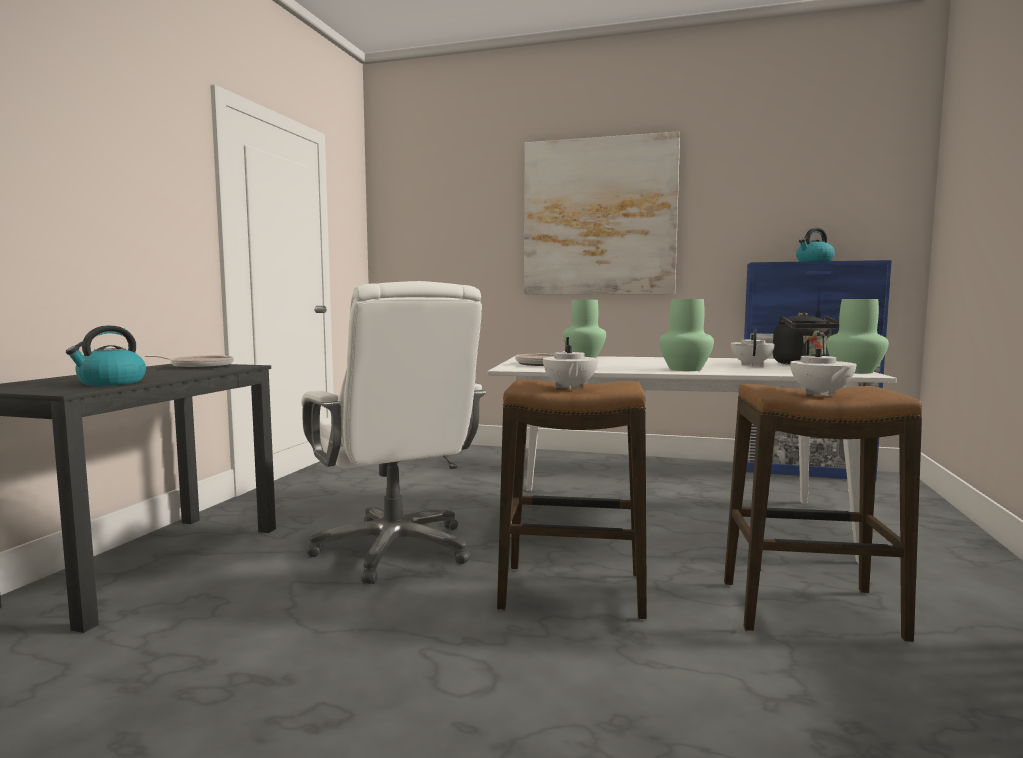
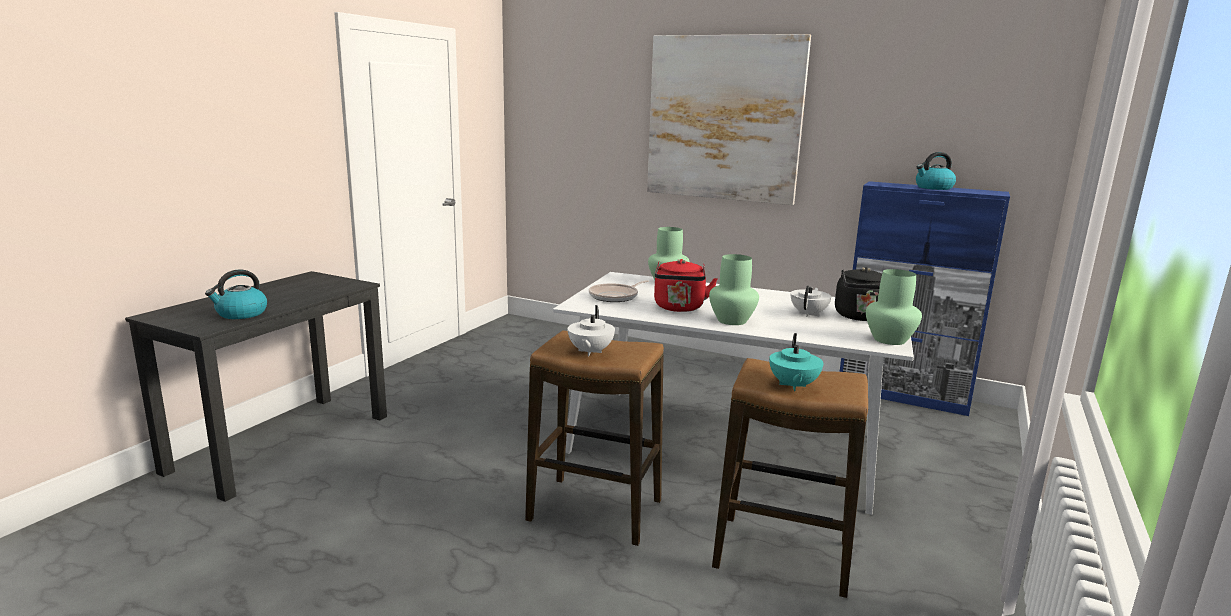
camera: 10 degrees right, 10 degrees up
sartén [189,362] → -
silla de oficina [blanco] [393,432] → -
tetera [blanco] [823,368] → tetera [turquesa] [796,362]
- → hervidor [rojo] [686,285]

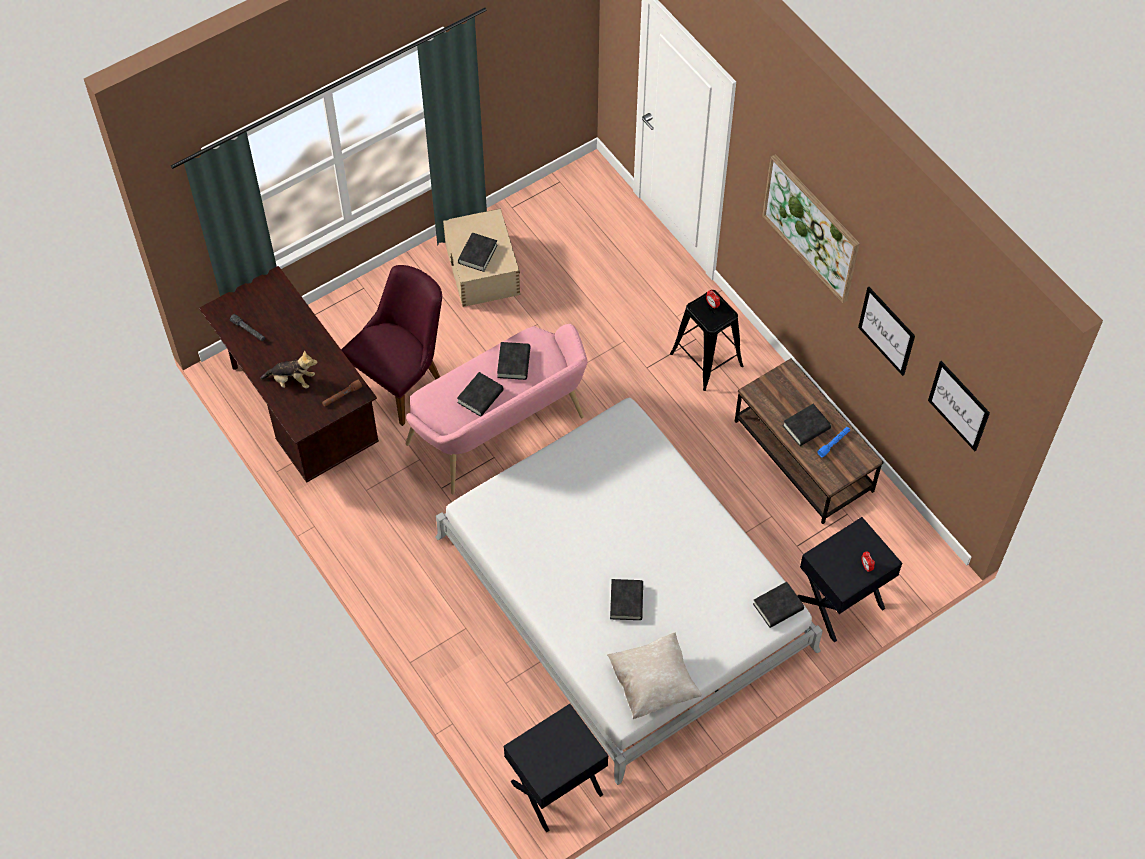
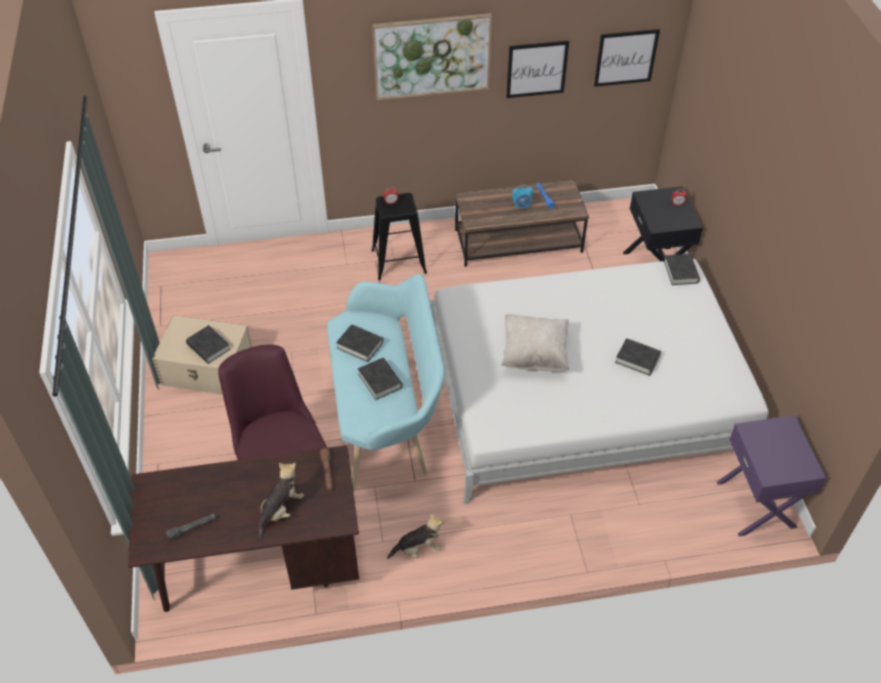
camera: 65 degrees left, 10 degrees down
banco [rosa] [496,409] → banco [turquesa] [386,382]
mesita de noche [negro] [556,768] → mesita de noche [morado] [771,475]
cojín [beis] [654,675] → cojín [beis] [534,342], move
libro [negro] [807,425] → despertador [522,197]
- → peluche [416,536]

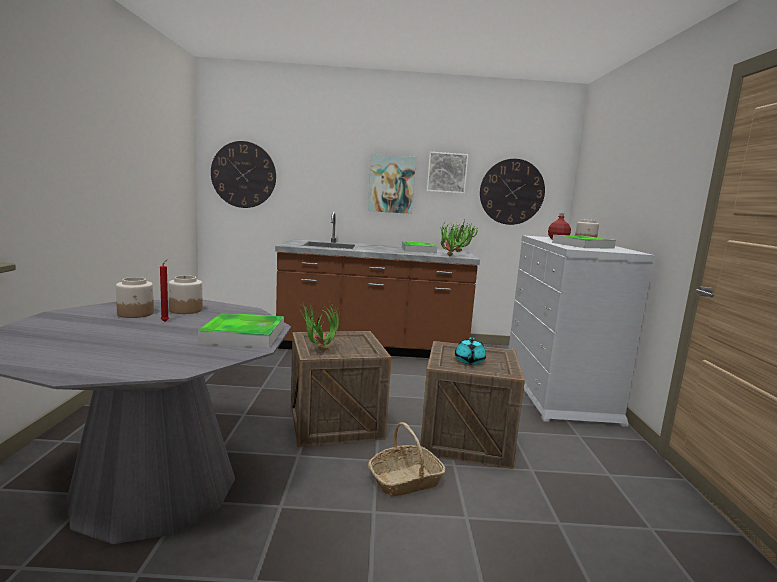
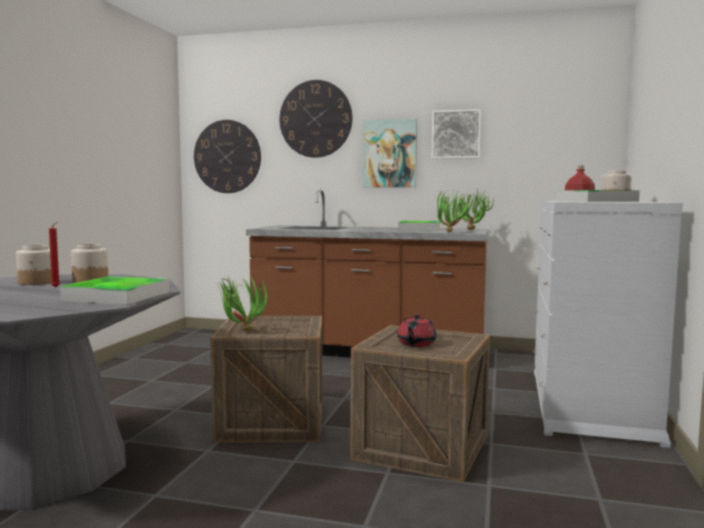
camera: 15 degrees right, 5 degrees down
cesta [406,459] → -
tetera [turquesa] [470,351] → tetera [rojo] [417,330]
reloj de pared [512,192] → reloj de pared [315,119], move

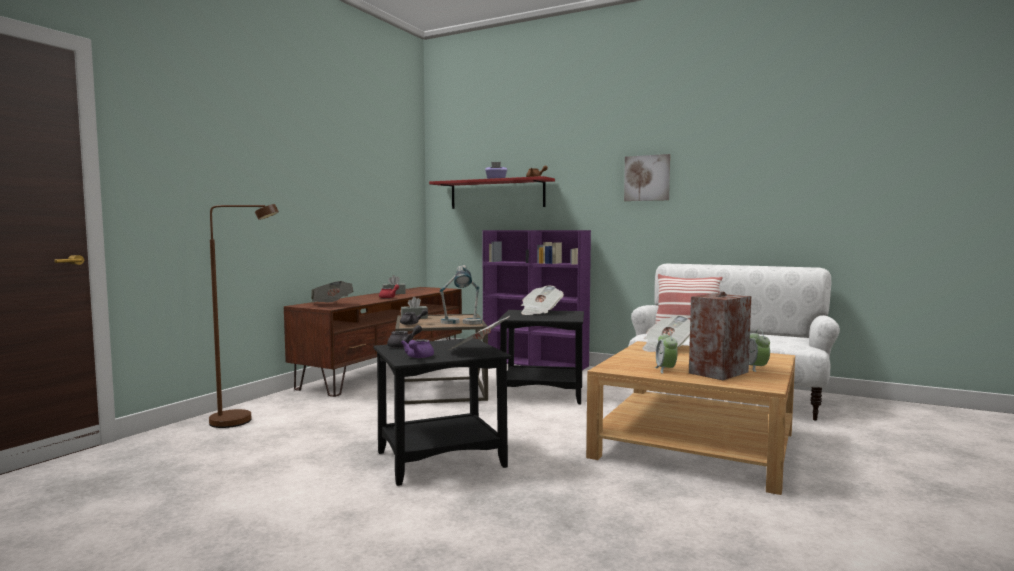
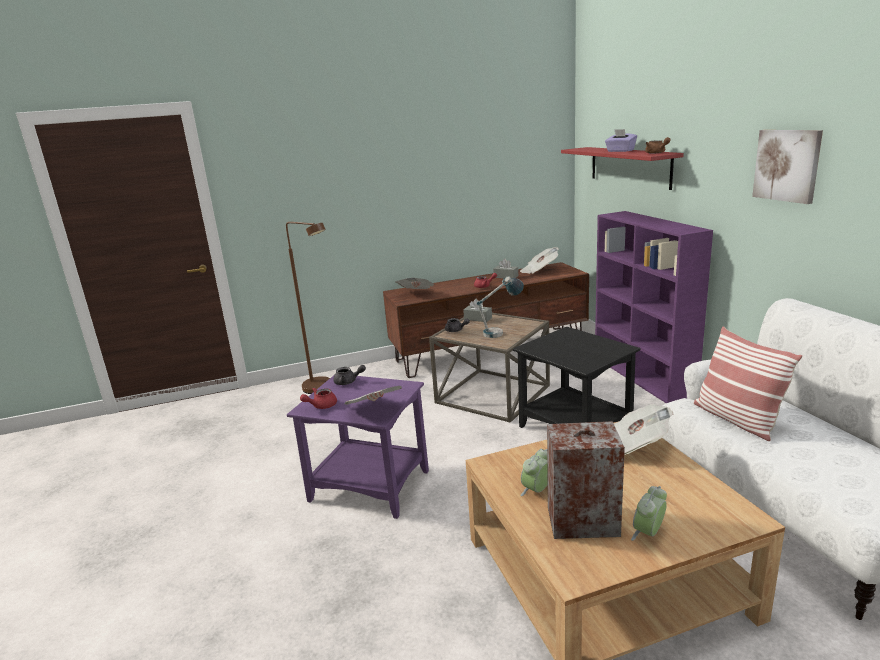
camera: 45 degrees right, 15 degrees up
mesa auxiliar [negro] [442,412] → mesa auxiliar [morado] [358,447]
tetera [morado] [417,348] → tetera [rojo] [318,398]
lámpara de mesa [468,295] → -
periódico [542,300] → periódico [539,260], move

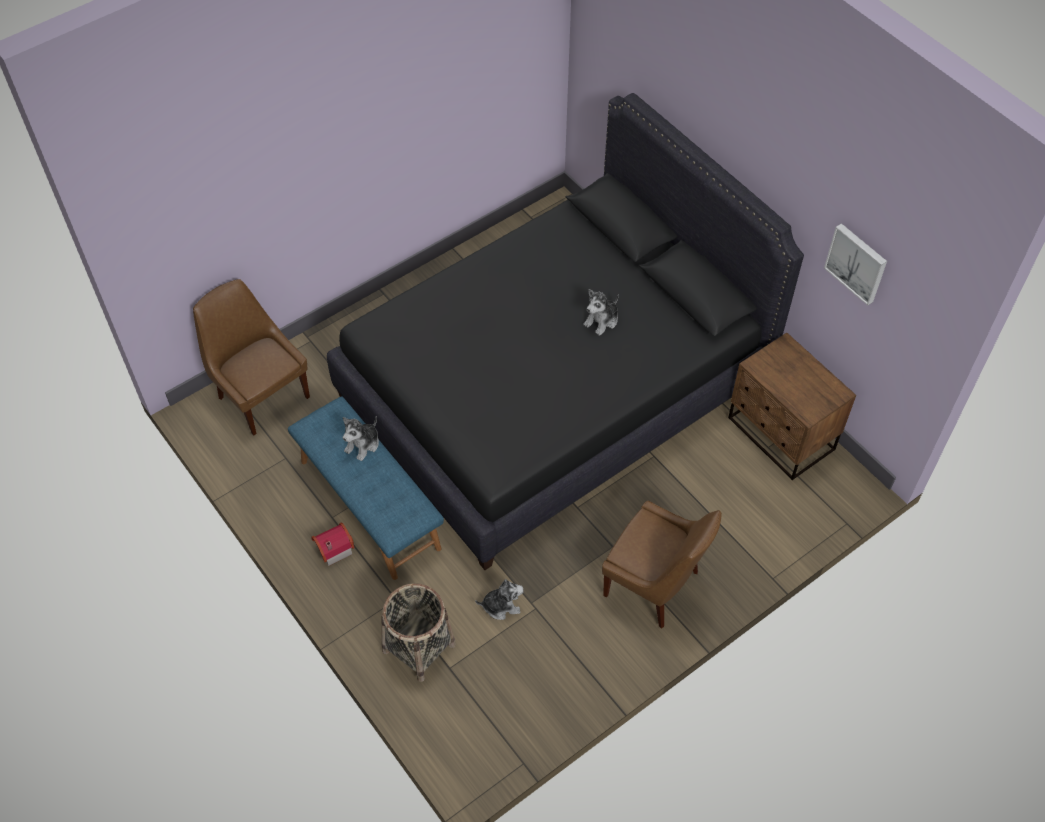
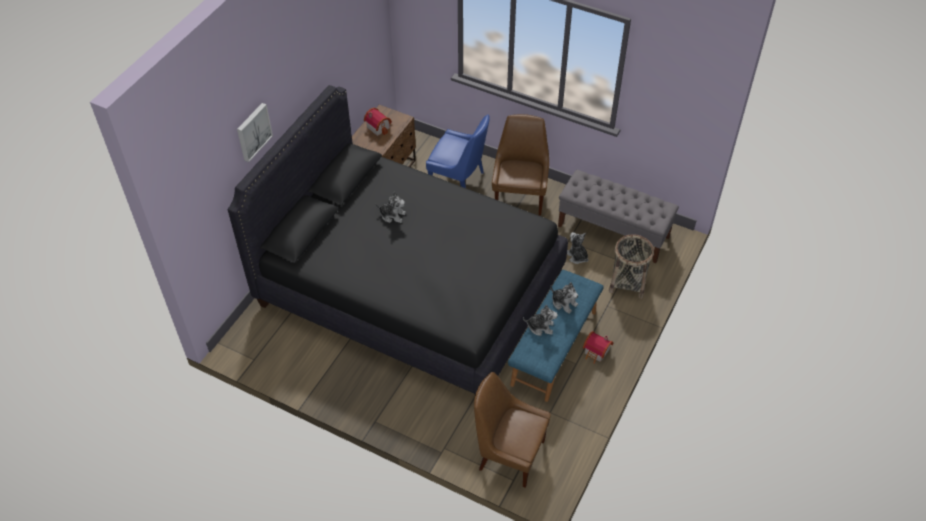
camera: 115 degrees left, 5 degrees down
silla [marrón] [251,357] → silla [marrón] [512,430], 90 degrees clockwise
cuadro [855,264] → cuadro [255,132], move
- → casita [378,122]
- → silla [azul] [458,151]
- → peluche [564,298]
- → banco [gris] [618,216]

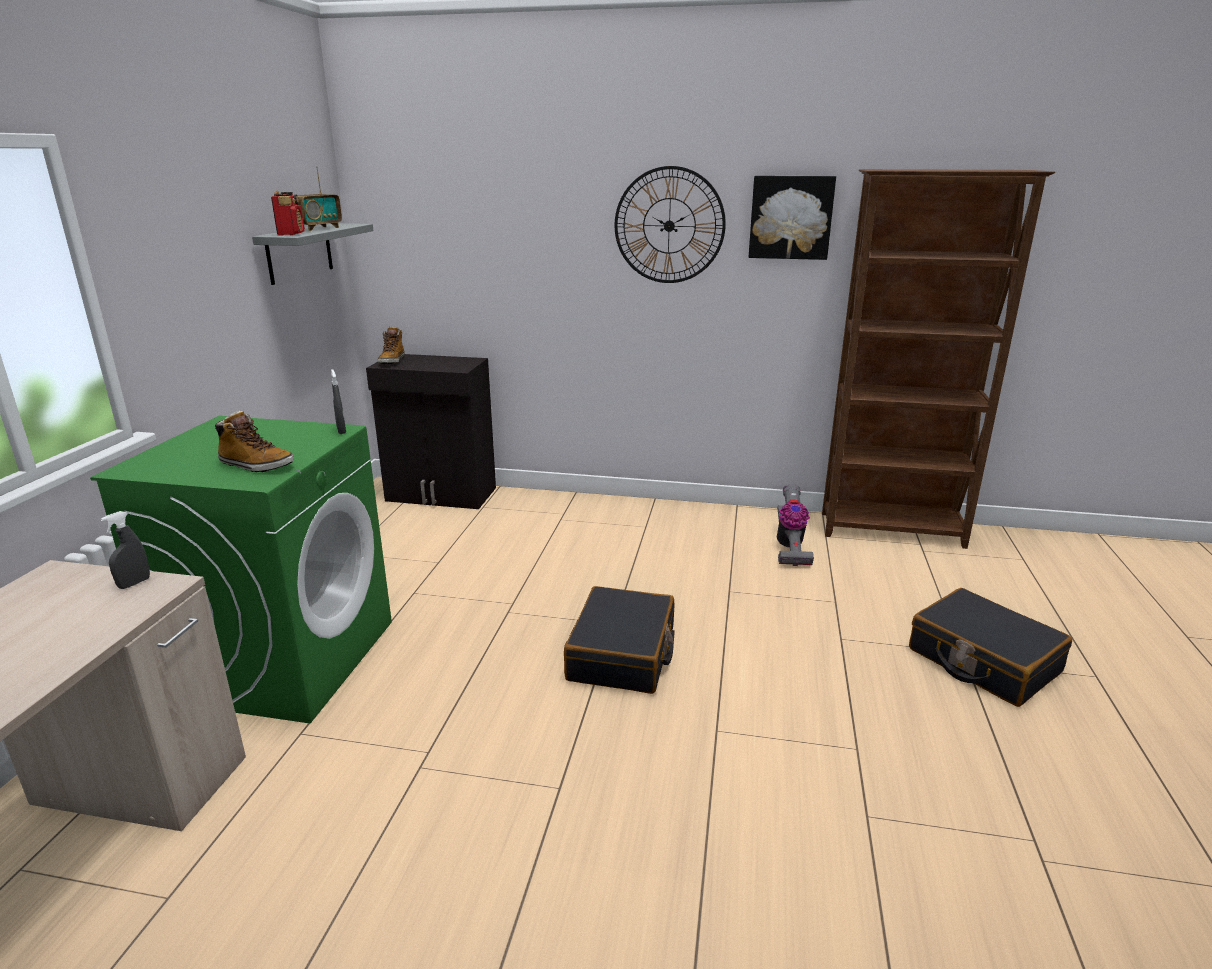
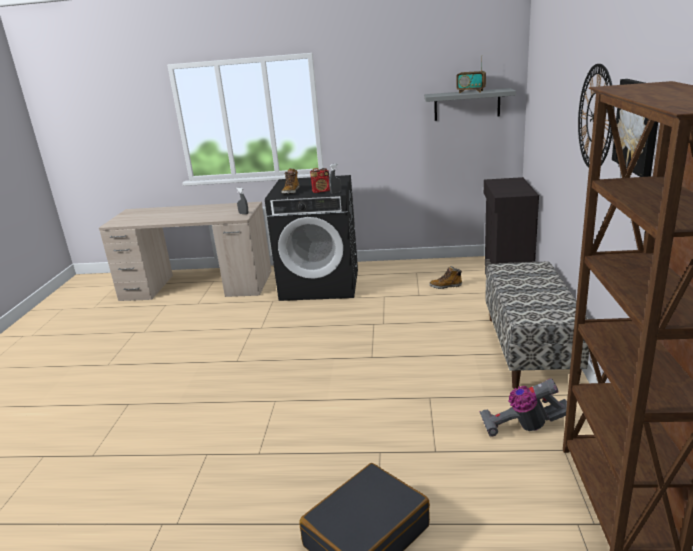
camera: 85 degrees right, 0 degrees up
lavadora [verde] [241,569] → lavadora [negro] [311,238]
radio [288,213] → radio [320,180], move
bota [391,345] → bota [446,277], move
maleta [negro] [619,640] → -
- → banco [537,325]

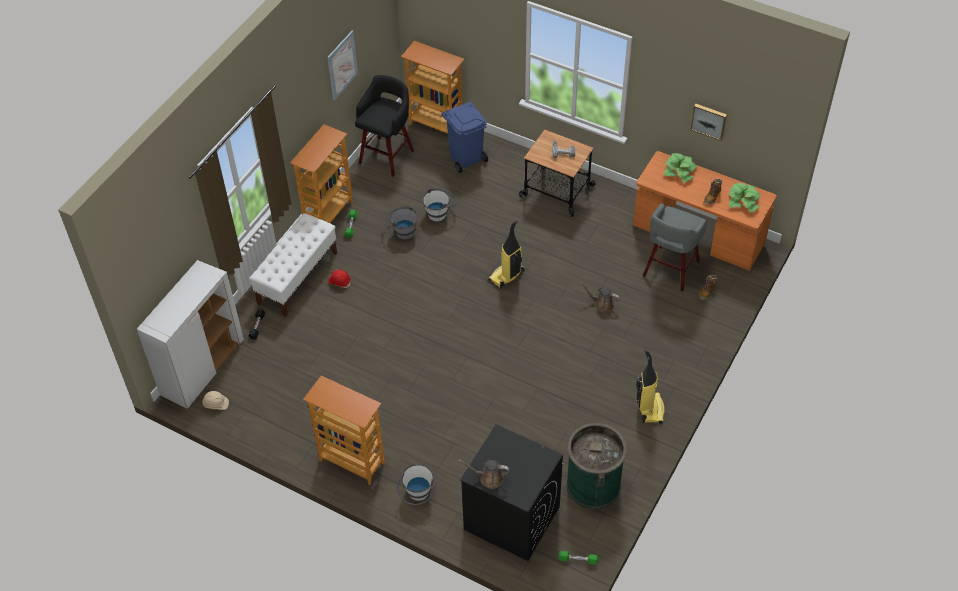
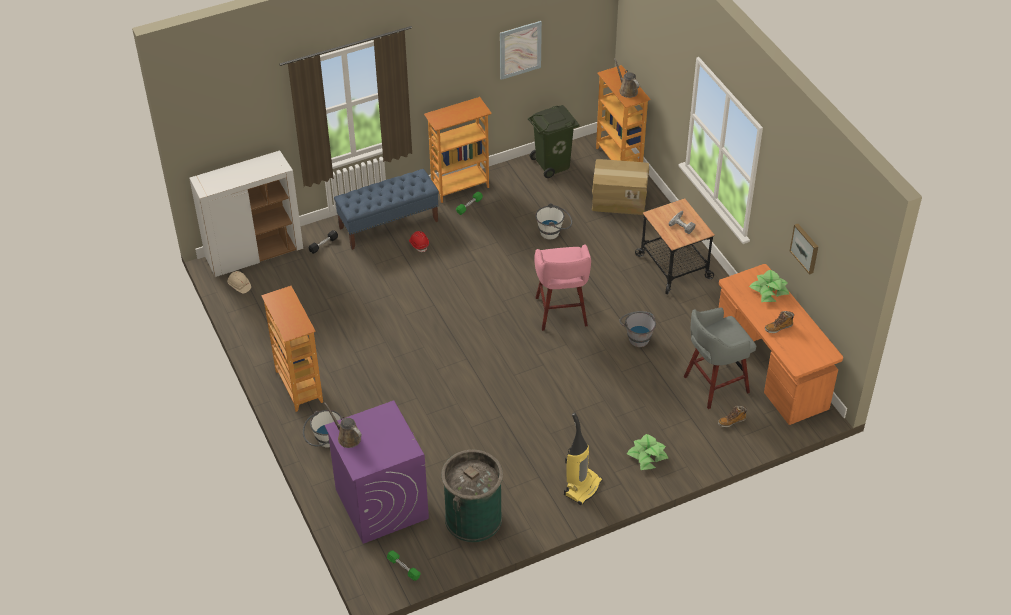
camera: 35 degrees right, 5 degrees down
banco [blanco] [293,265] → banco [azul] [386,209]
taburete [negro] [384,126] → papelera [verde] [554,141]
cubo [gris] [400,223] → cubo [gris] [637,329], move
papelera [azul] [464,137] → caja de cartón [620,187]
lavadora [negro] [511,492] → lavadora [morado] [377,472]
aspiradora [506,255] → taburete [rosa] [562,288]
regadera [marrón] [599,297] → regadera [marrón] [626,78], move
planta en maceta [744,198] → planta en maceta [647,452], move

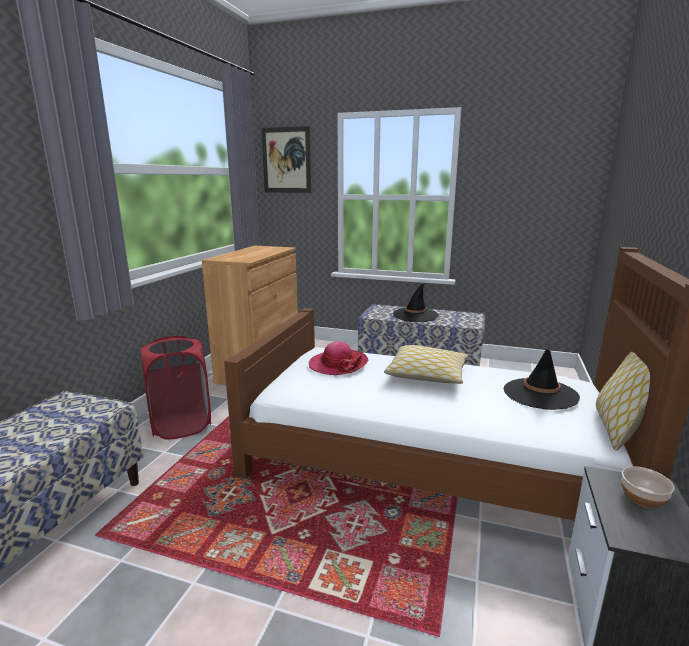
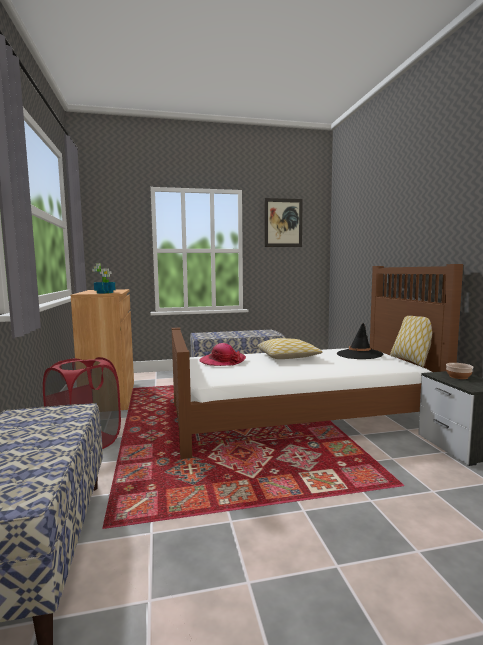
camera: 30 degrees left, 10 degrees down
cuadro [286,159] → cuadro [283,222], move
sombrero [negro] [416,302] → -
- → planta en maceta [104,278]

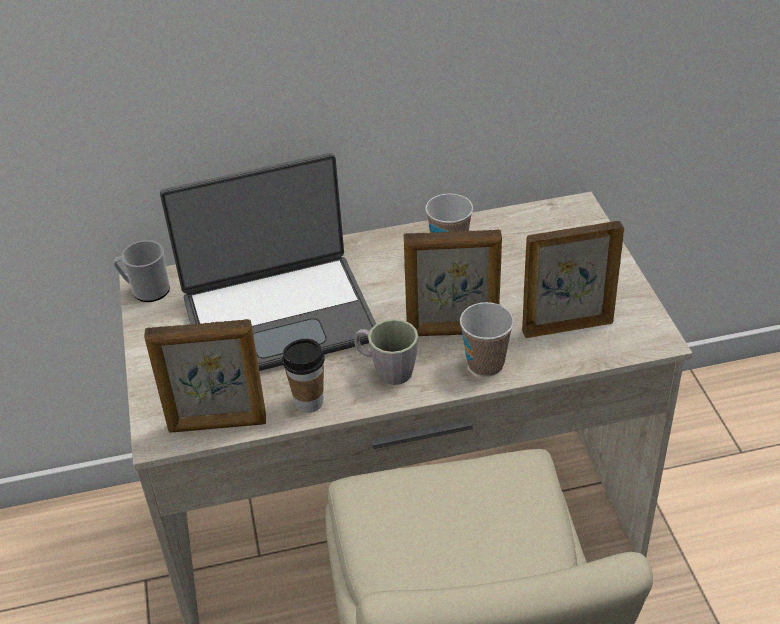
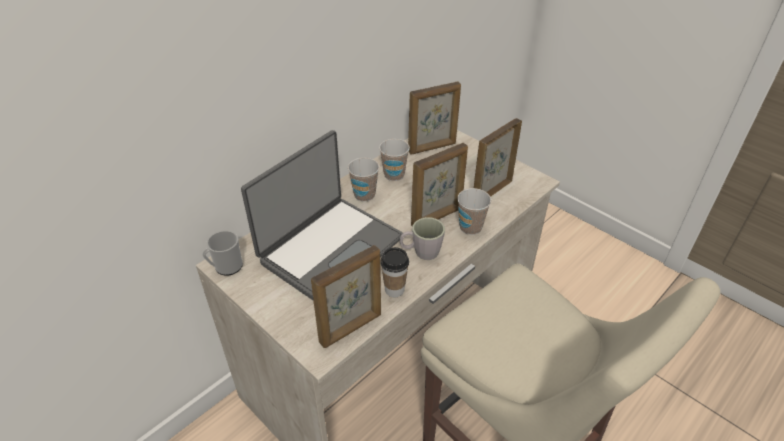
camera: 35 degrees left, 0 degrees up
- → taza [363,180]
- → portarretratos [434,118]

